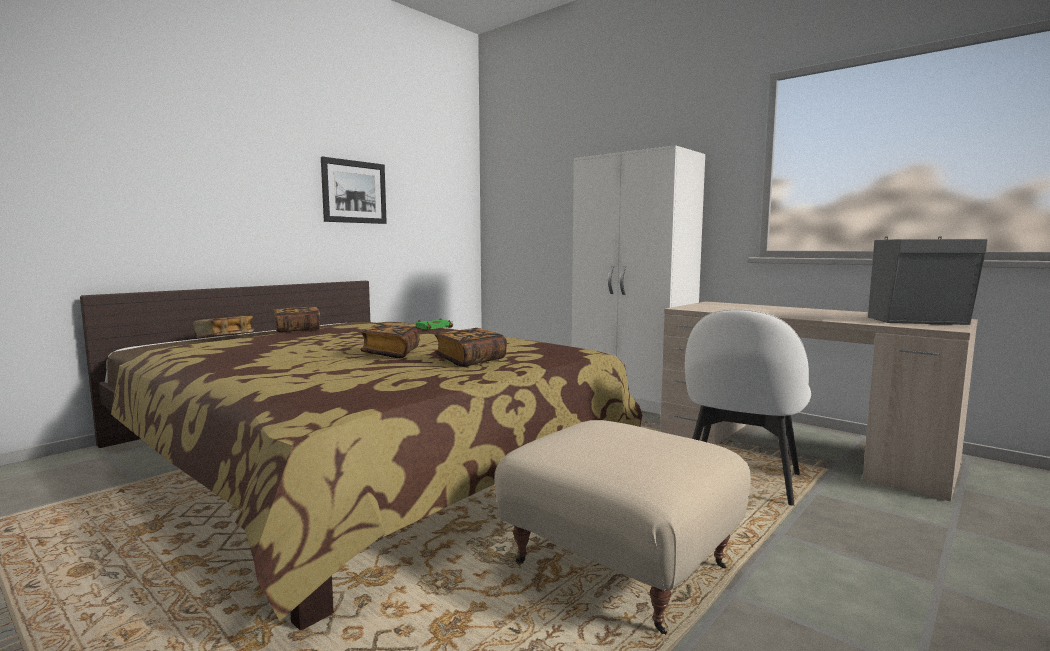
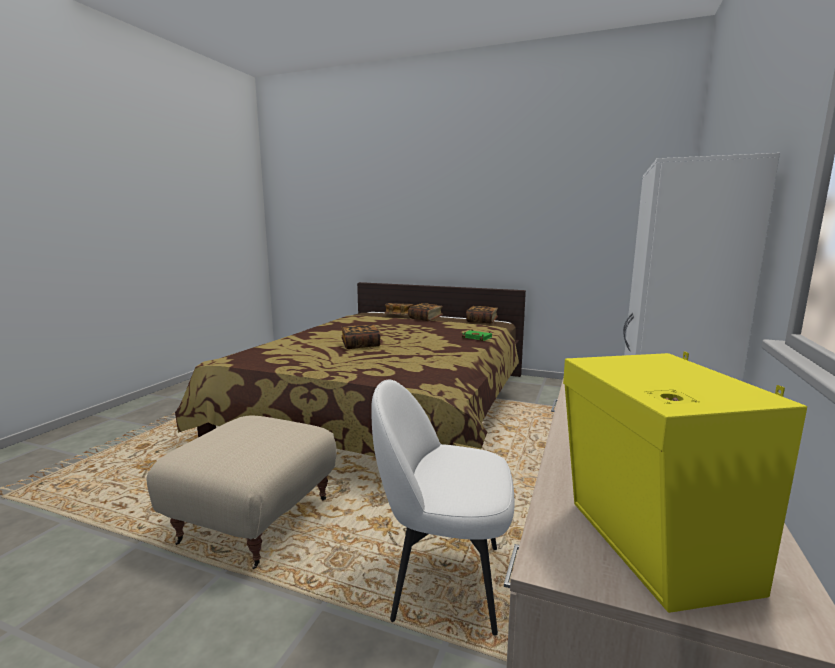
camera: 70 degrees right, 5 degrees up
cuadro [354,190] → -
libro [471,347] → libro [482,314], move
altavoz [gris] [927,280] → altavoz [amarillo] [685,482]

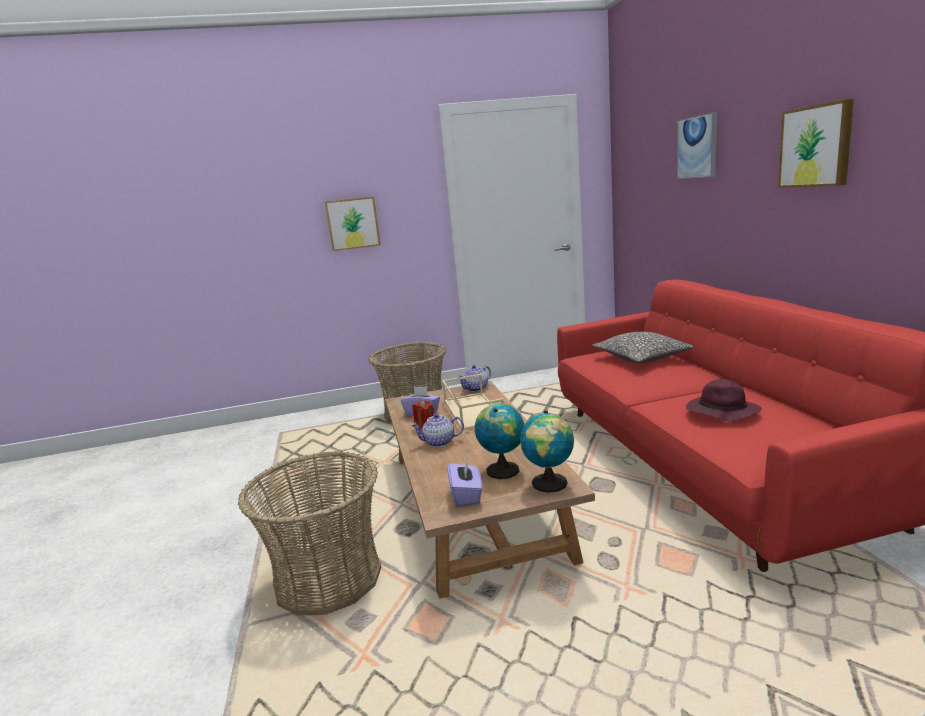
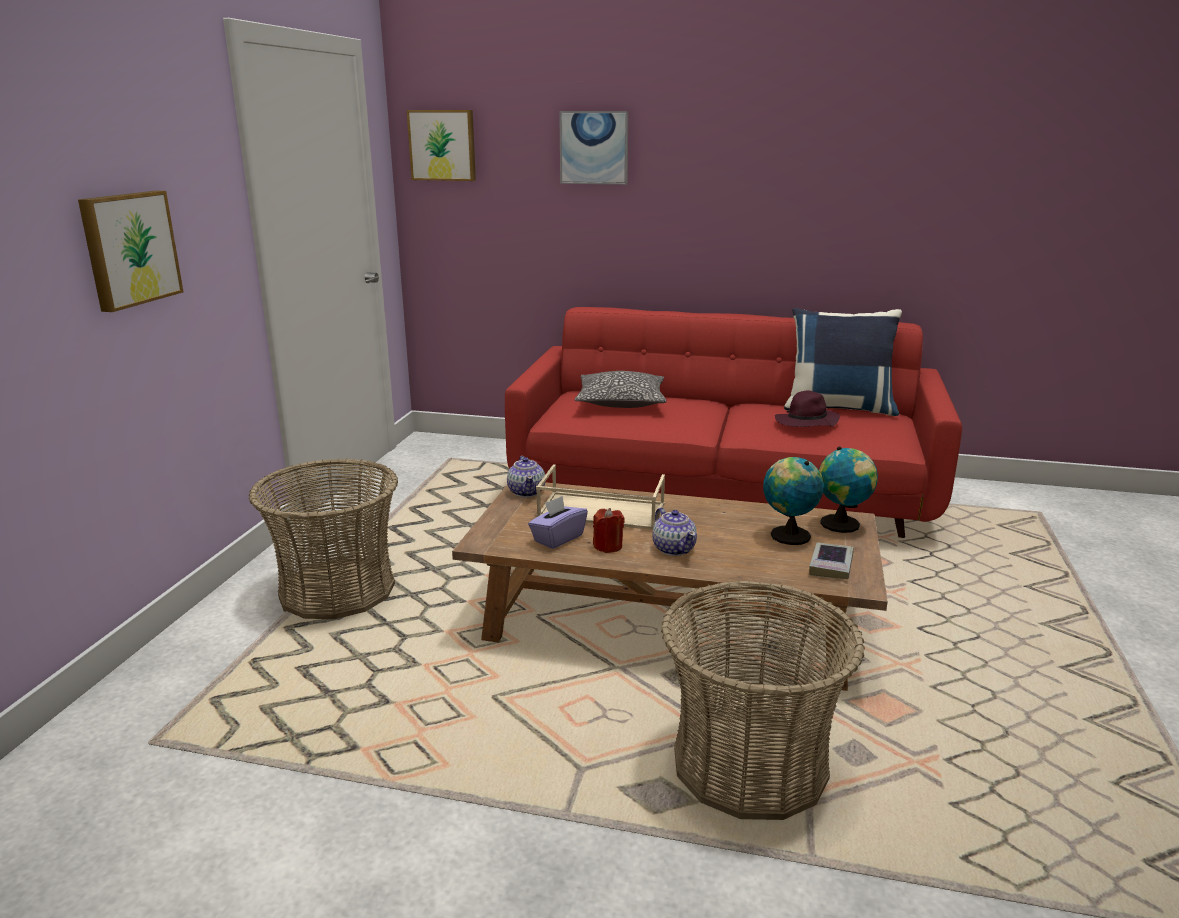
camera: 65 degrees left, 5 degrees up
tetera [437,430] → tetera [675,531], 45 degrees counterclockwise
caja de pañuelos [morado] [464,482] → libro [831,560]
cuadro [816,143] → cuadro [441,145], move
- → cojín [azul] [843,362]

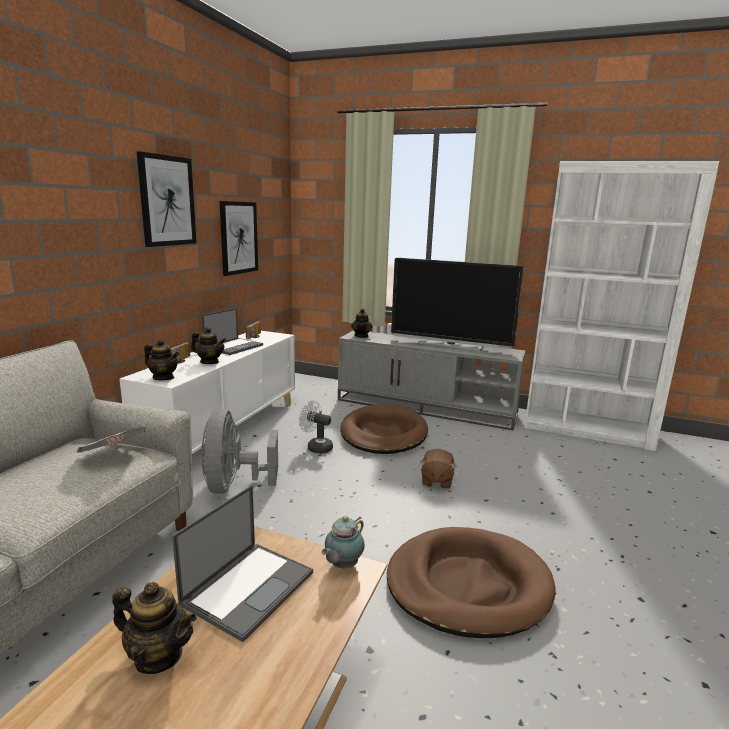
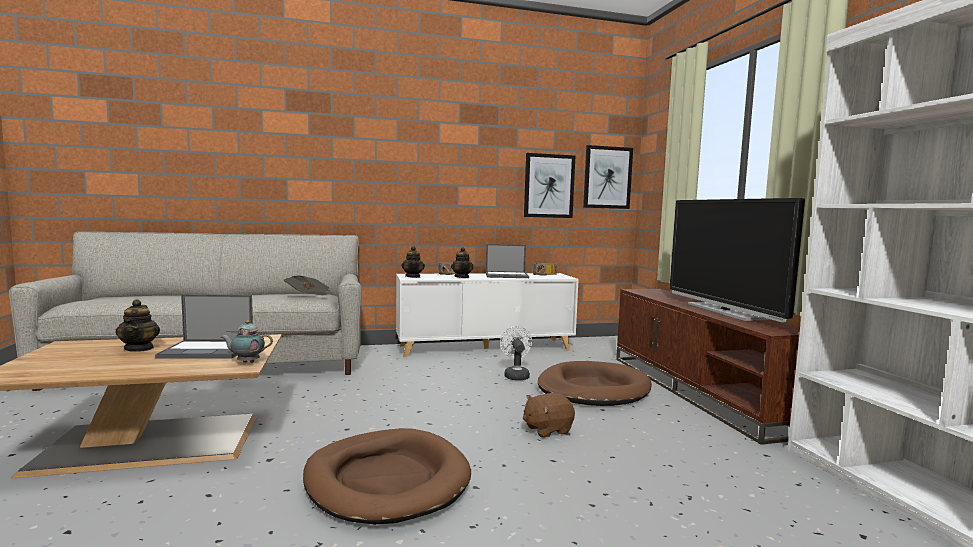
camera: 55 degrees right, 10 degrees down
cuadro [167,199] → cuadro [608,177], move
ventilador [gris] [239,451] → -
mueble de televisión [gris] [432,380] → mueble de televisión [marrón] [708,367]
tetera [361,323] → -

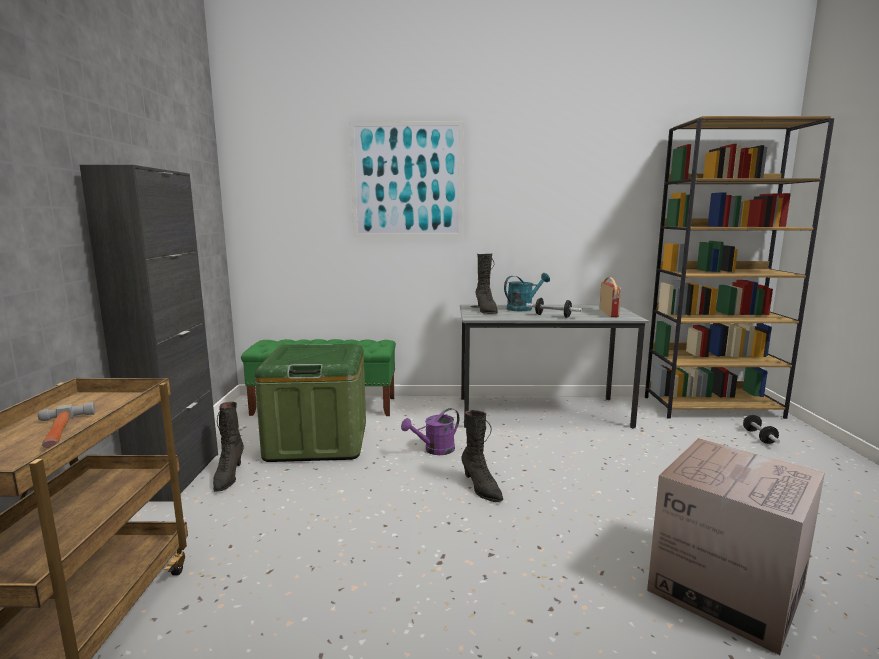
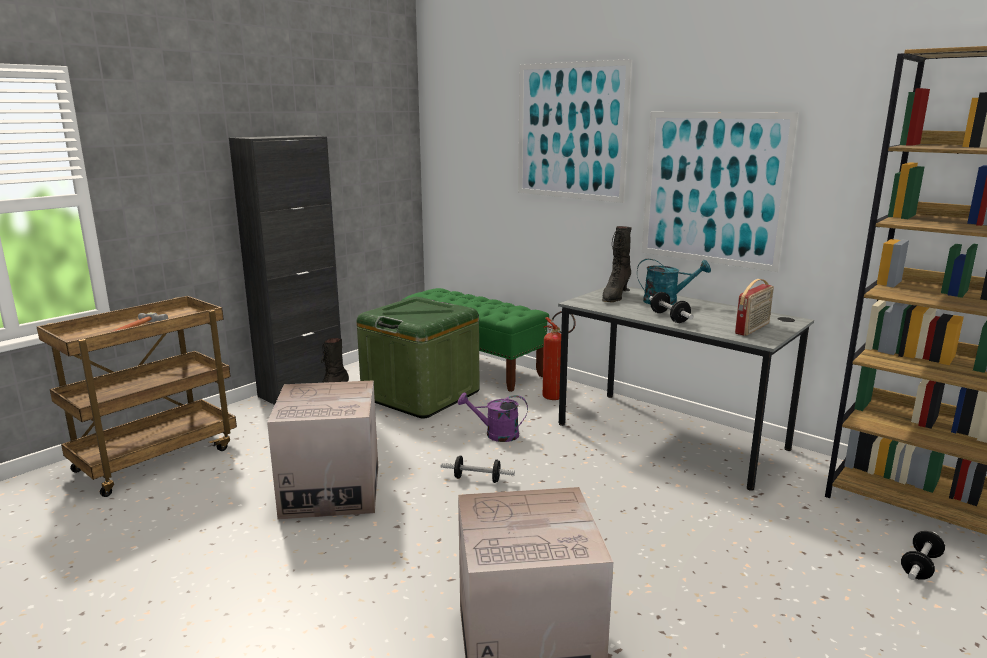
camera: 40 degrees right, 5 degrees up
bota [negro] [482,456] → mancuerna [478,469]
- → caja de cartón [322,449]
- → extintor [559,355]
- → cuadro [720,192]

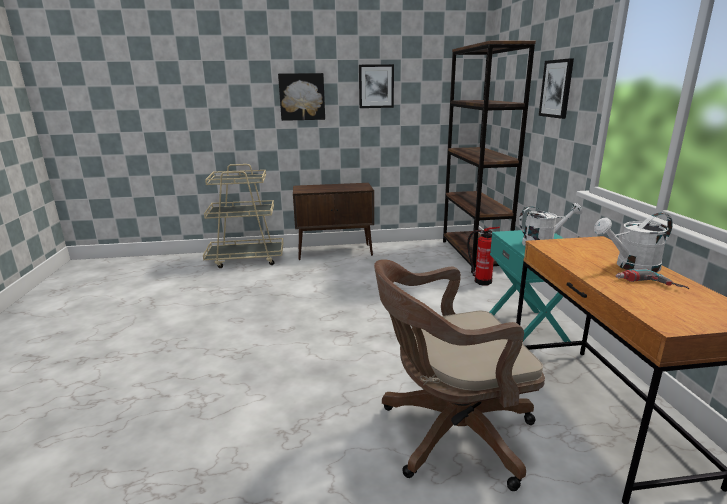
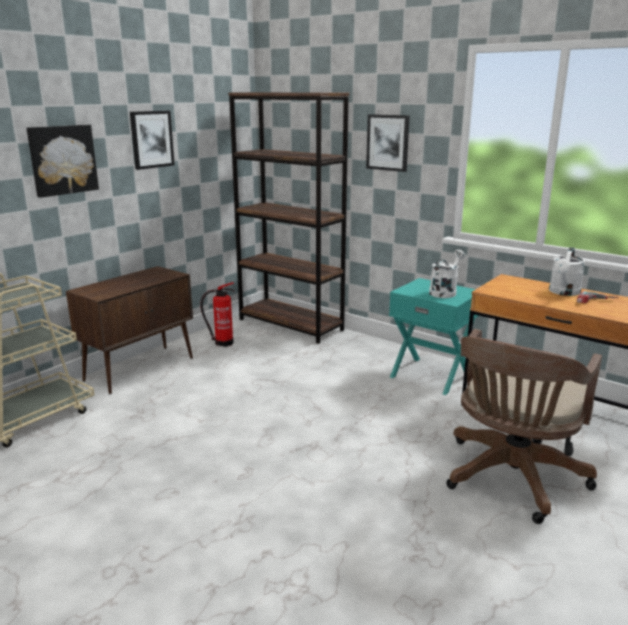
camera: 45 degrees left, 0 degrees up
extintor [483,256] → extintor [217,314], move

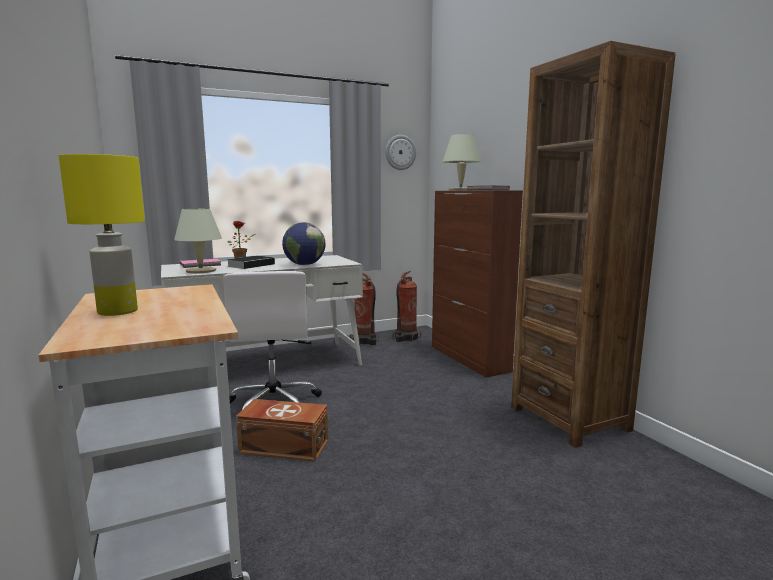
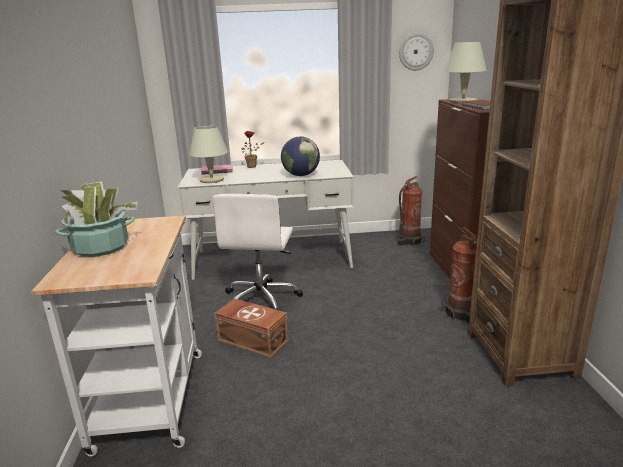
camera: 20 degrees right, 10 degrees up
lámpara de mesa [amarillo] [102,235] → planta en maceta [96,219]
libro [251,262] → -
extintor [364,309] → extintor [459,275], move

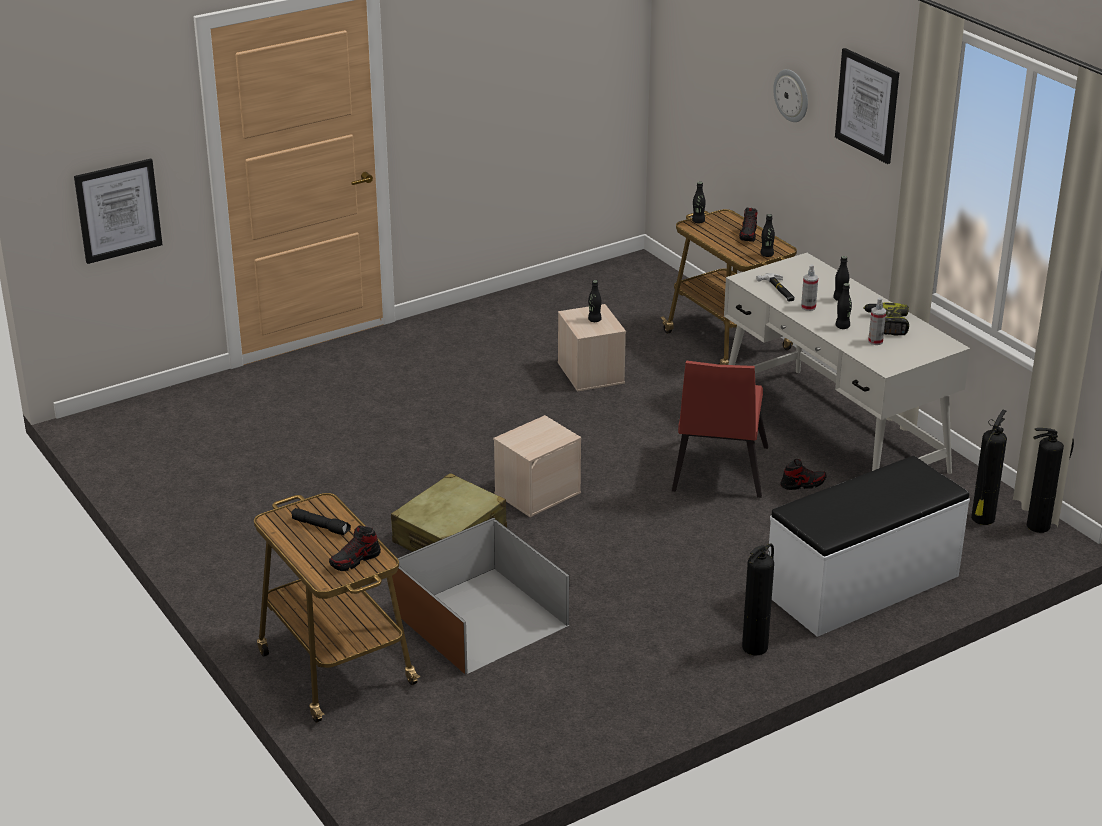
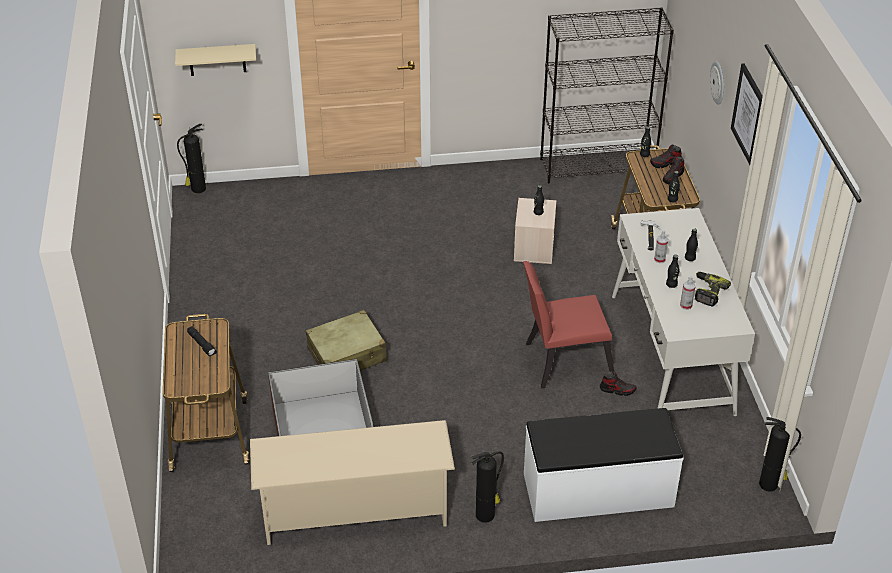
camera: 25 degrees right, 10 degrees up
cuadro [118,211] → estante [beis] [215,60]
zapato [355,548] → zapato [666,156], move
caja de almacenaje [beis] [537,466] → -
silla [rojo] [720,429] → silla [rojo] [568,325], 45 degrees clockwise
extintor [989,467] → extintor [191,158], move
- → zapatero [beis] [352,482]
- → estantería [negro] [607,95]

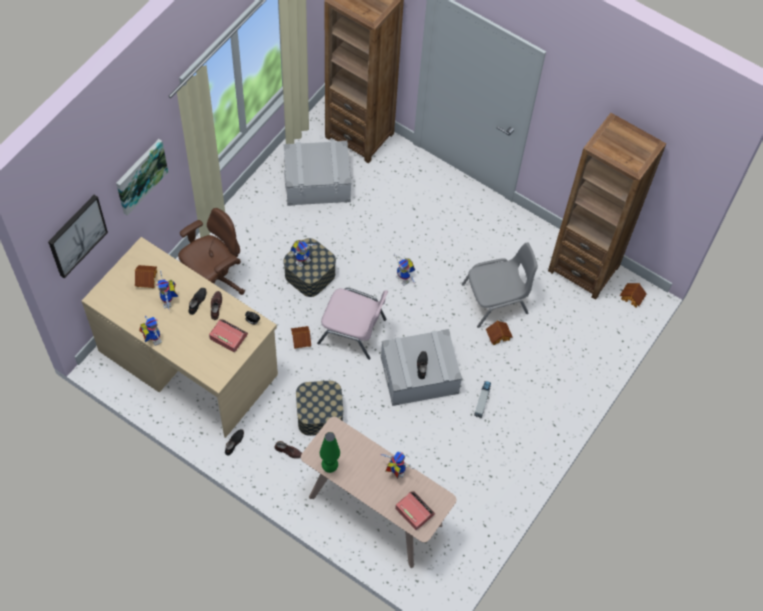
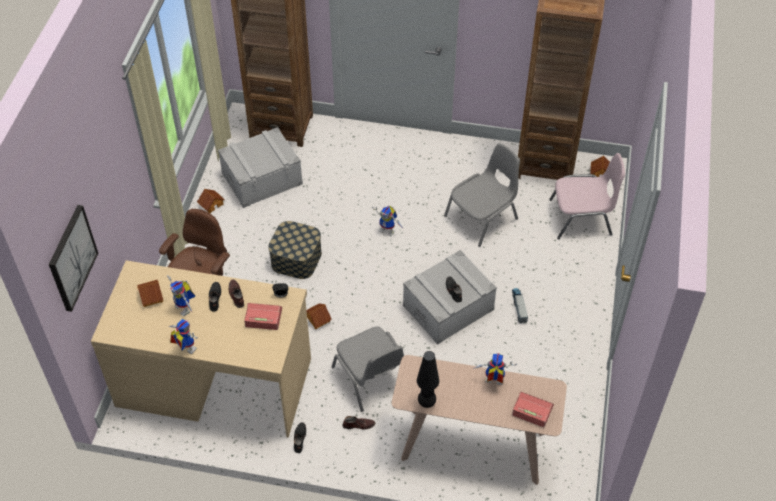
camera: 20 degrees left, 10 degrees down
cuadro [142,177] → -
robot de juguete [303,253] → -
caja de almacenaje [319,408] → silla [gris] [368,369]
silla [rosa] [352,324] → silla [rosa] [587,196], move
lámpara de mesa [verde] [330,452] → lámpara de mesa [negro] [428,379]
casita [499,333] → casita [211,201], move

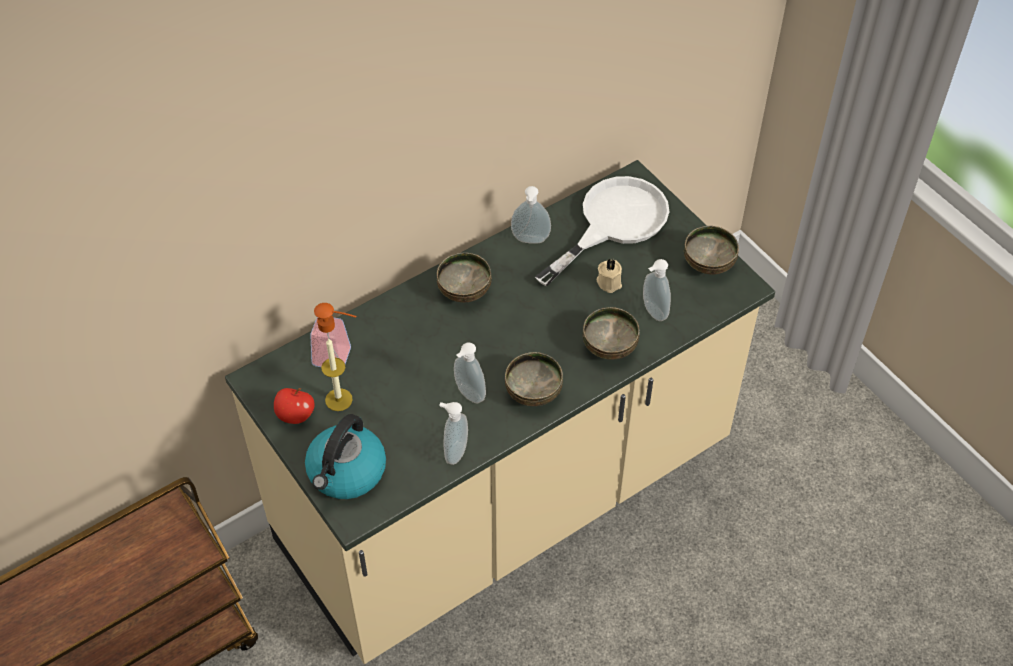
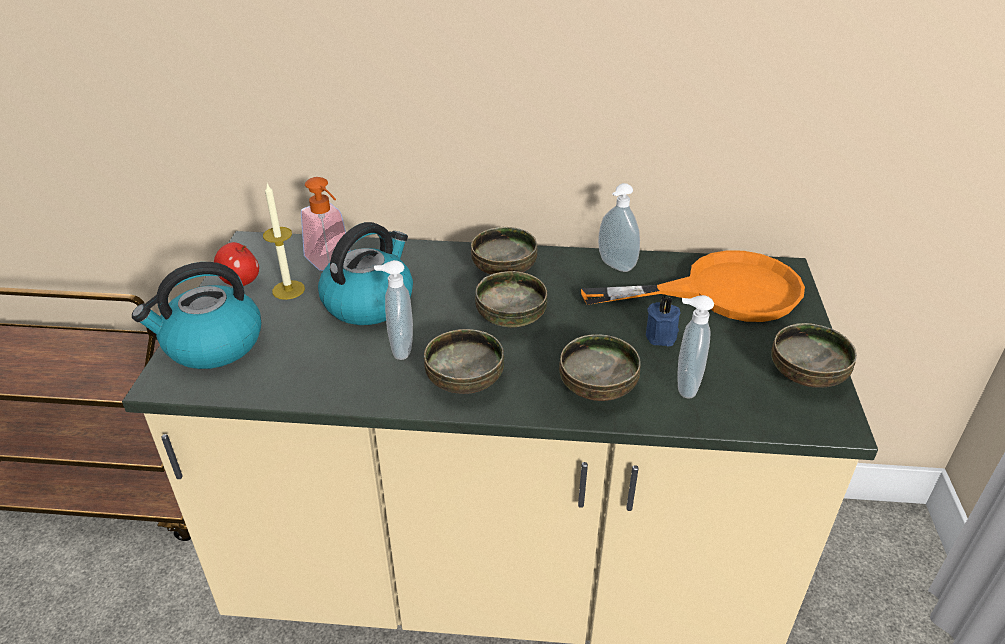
camera: 40 degrees right, 15 degrees down
dispensador de jabón [454,433] → -
sartén [blanco] [602,231] → sartén [naranja] [693,286]
vela [beis] [609,276] → vela [azul] [663,321]
- → hervidor [365,273]
- → cuenco [511,299]

